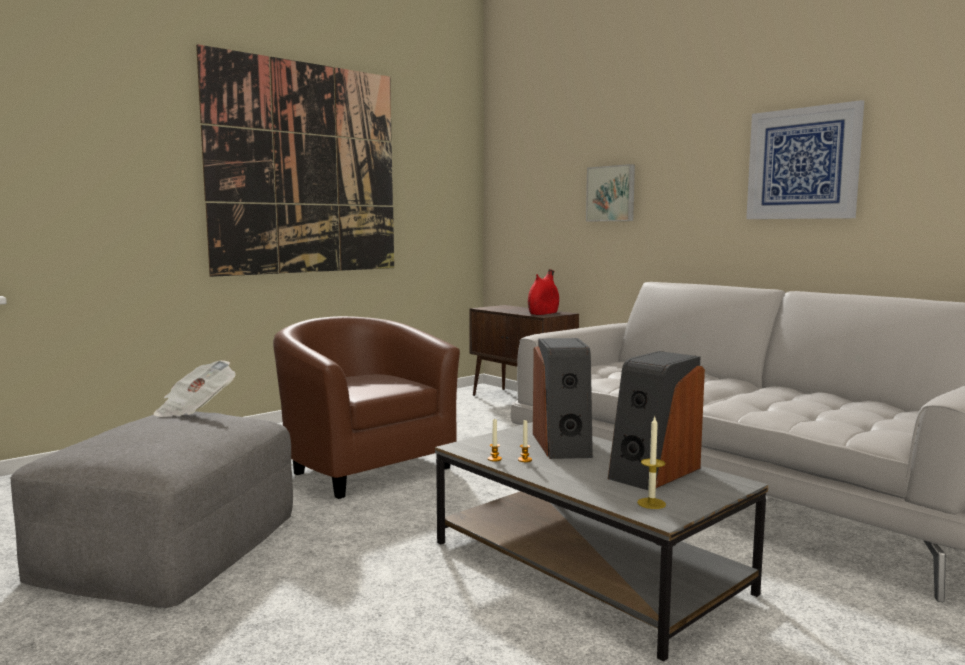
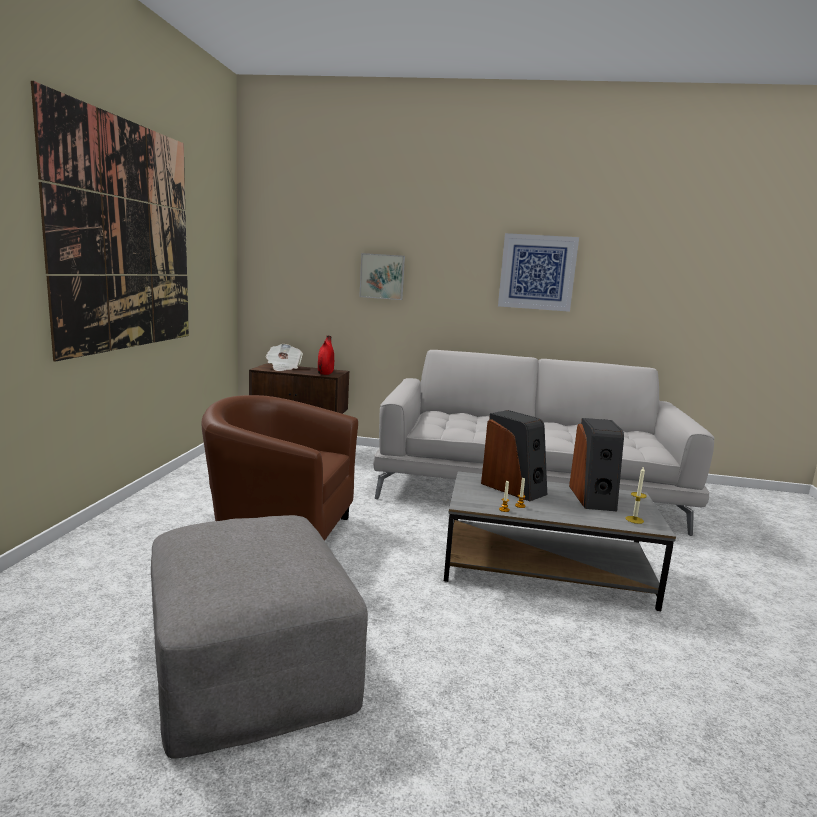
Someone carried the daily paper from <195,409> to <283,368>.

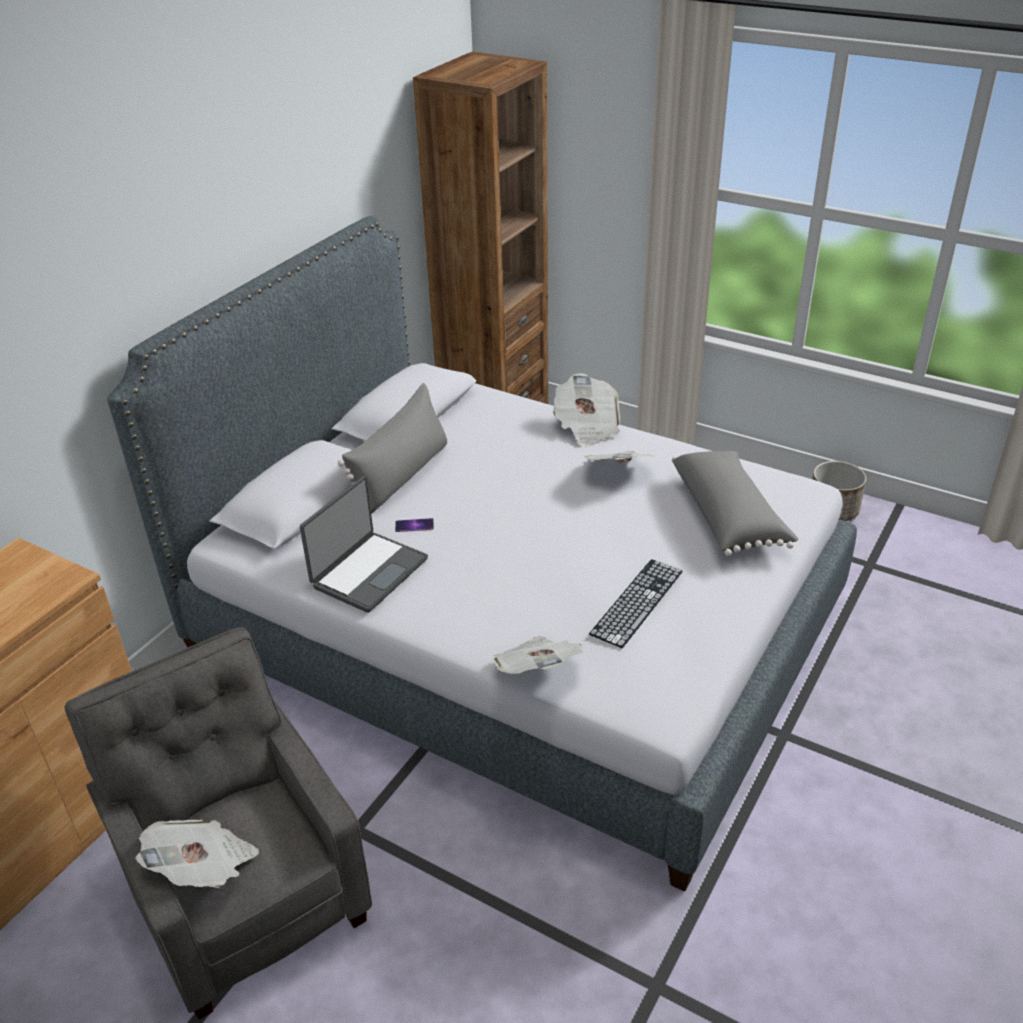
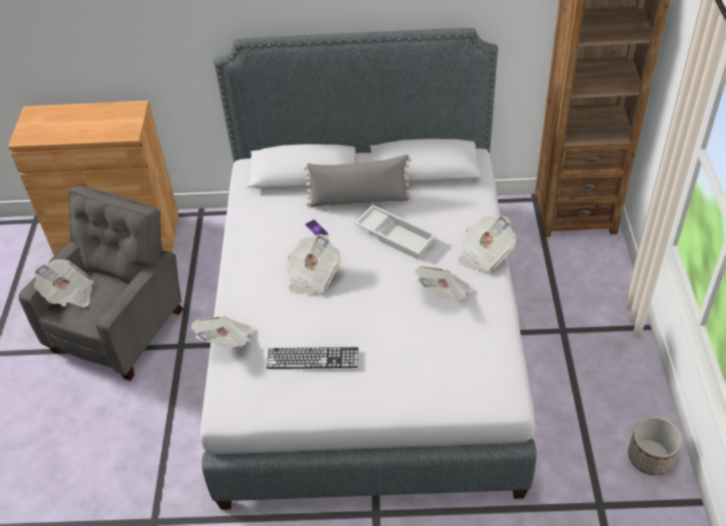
Someone took away the notebook computer at <368,572>.
Someone took away the greyish pillow at <729,516>.
Someone put down the daily paper at <312,276>.
Someone put down the whitish carrying tray at <396,235>.

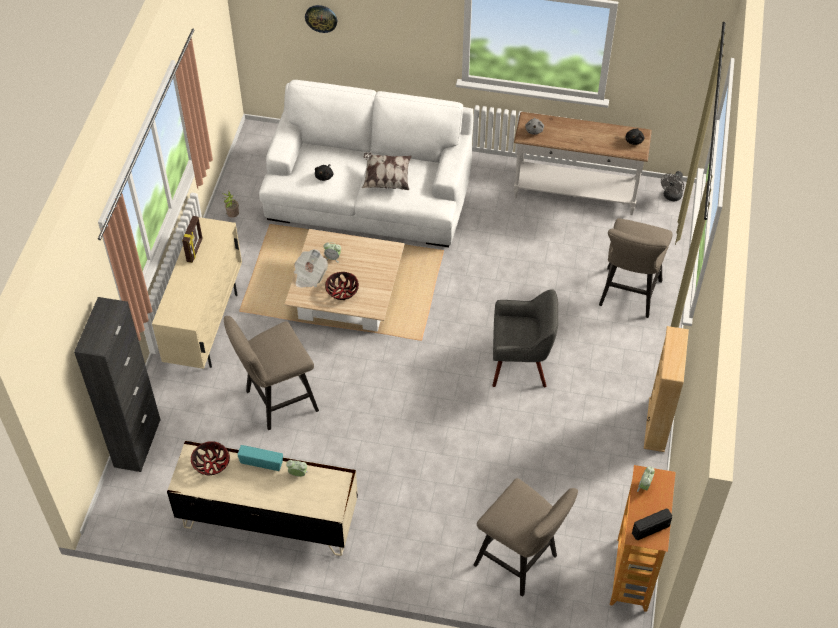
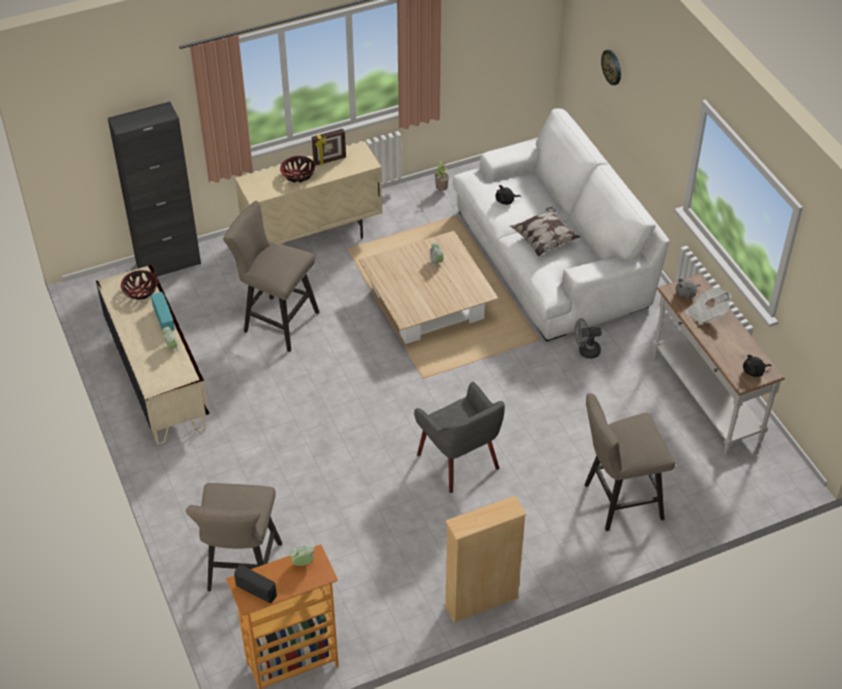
Someone carried the daily paper from <309,275> to <706,313>.
Someone carried the serving bowl from <342,291> to <298,176>.
Someone carried the greyish cooling fan from <671,197> to <585,351>.

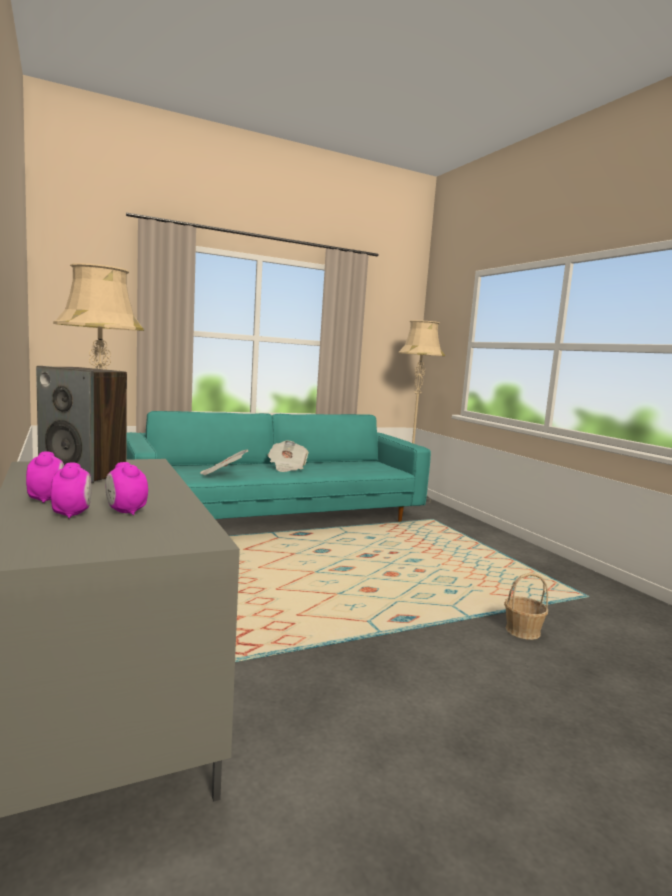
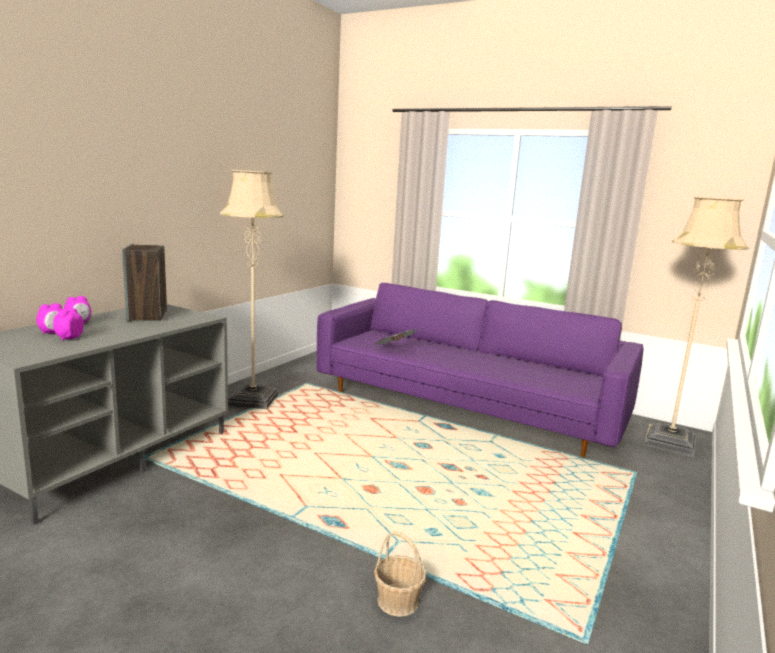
Someone took away the daily paper at <287,467>.
Someone repainted the turquoise-coloured sofa at <277,516>, which became the purplish sofa at <467,406>.

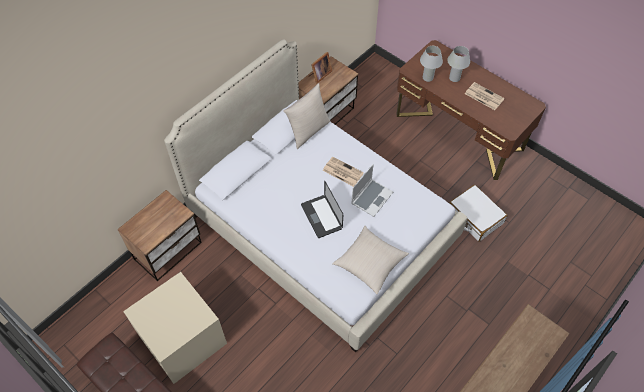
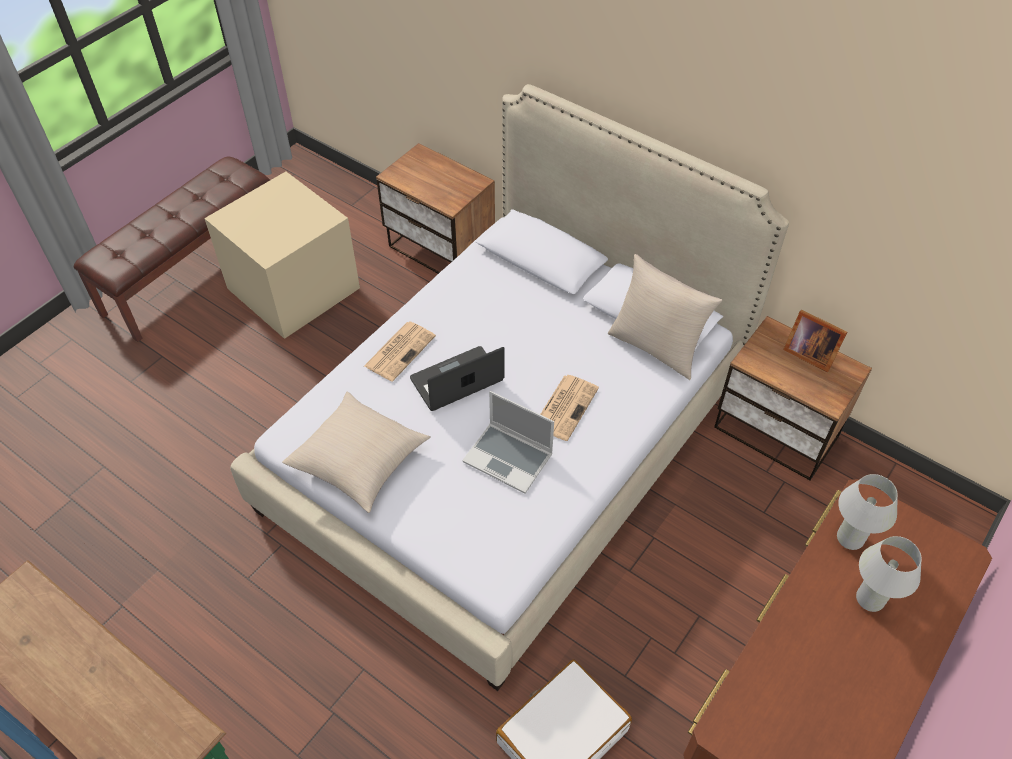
Someone carried the daily paper from <483,96> to <400,350>.

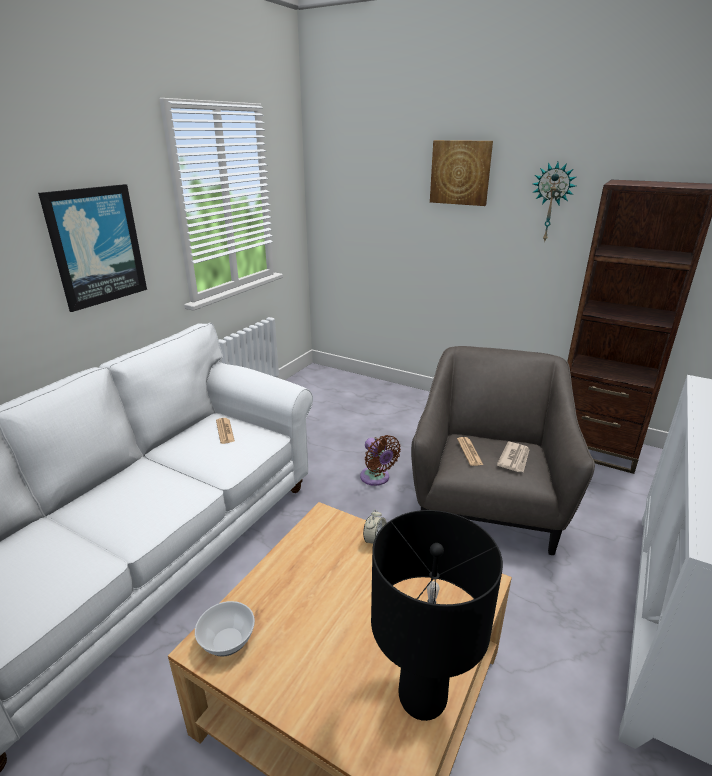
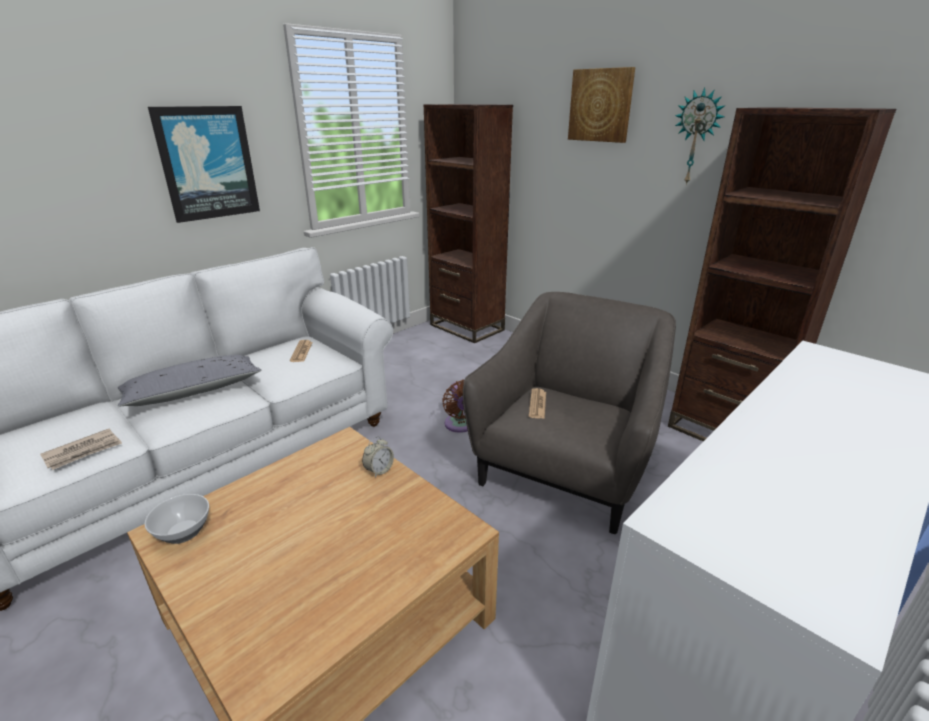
Someone took away the black-coloured table lamp at <423,698>.
Someone put down the greyish pillow at <194,392>.
Someone put down the brownish bookcase at <466,327>.
Someone carried the daily paper from <514,459> to <83,451>.

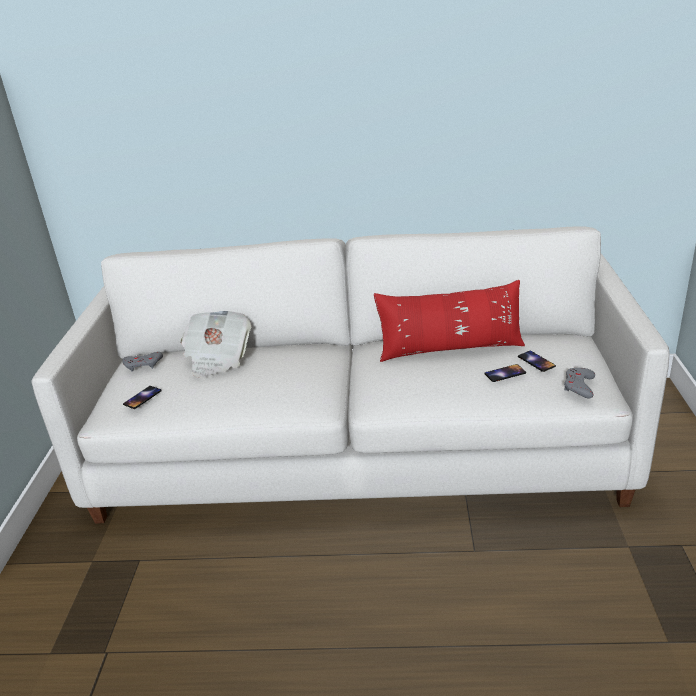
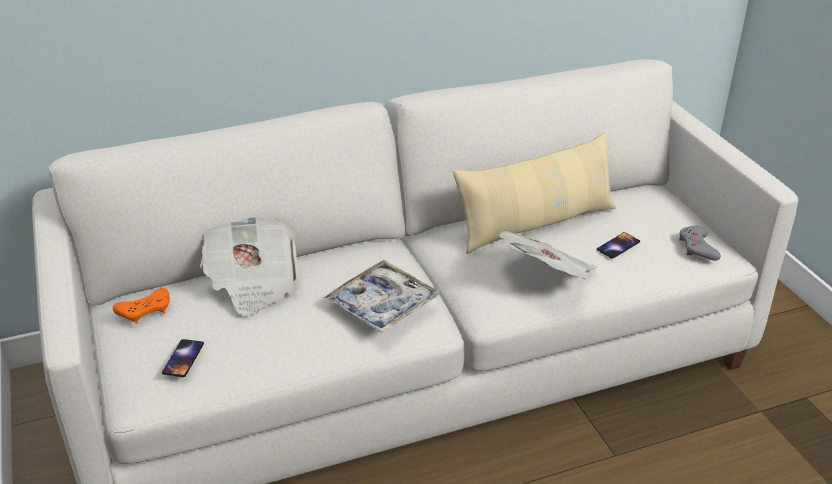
Someone took away the phone at <536,361>.
Someone put down the carrying tray at <382,304>.
Someone put down the daily paper at <549,277>.
Someone repainted the greyish gamepad at <143,364>, which became the orangey gamepad at <145,310>.
Someone repainted the reddish pillow at <450,349>, which became the beige pillow at <536,224>.

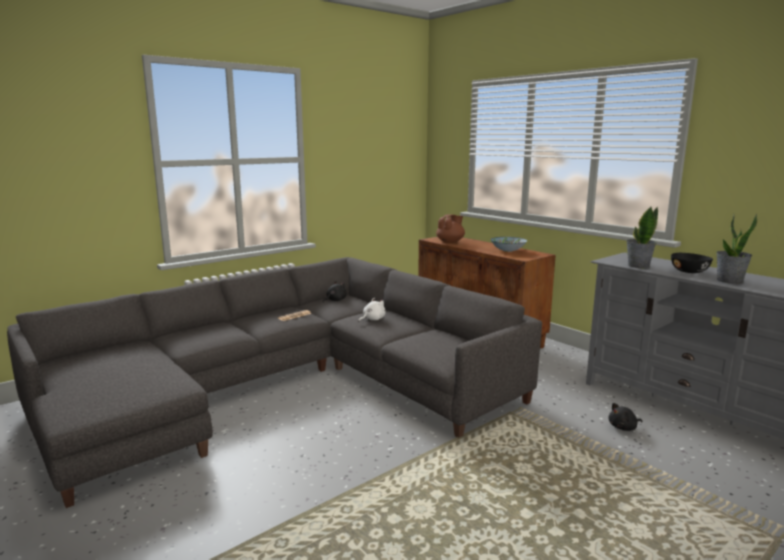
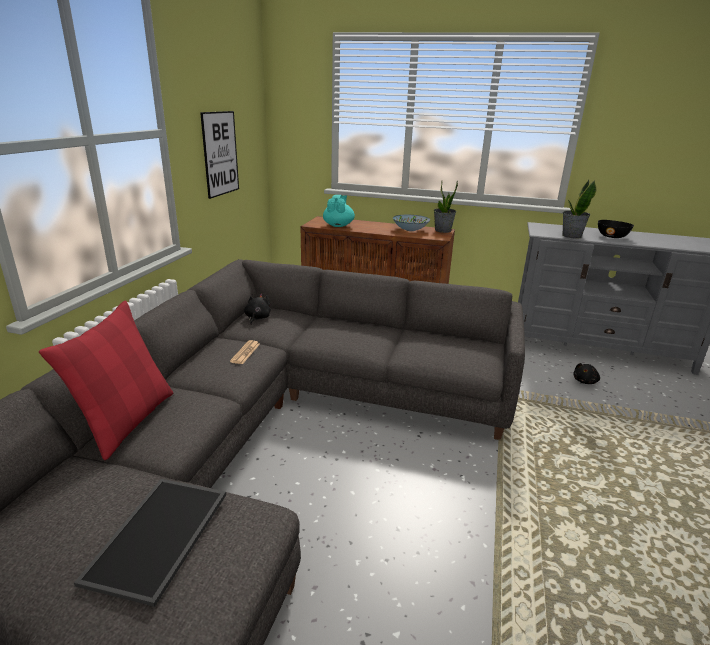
Someone took away the whitish plush toy at <372,319>.
Someone put down the reddish pillow at <127,421>.
Someone put down the carrying tray at <159,537>.
Someone put up the wall picture at <220,154>.
Someone carried the houseplant from <729,281> to <443,230>.
Someone repainted the brownish teapot at <450,242>, which became the turquoise-coloured teapot at <338,225>.

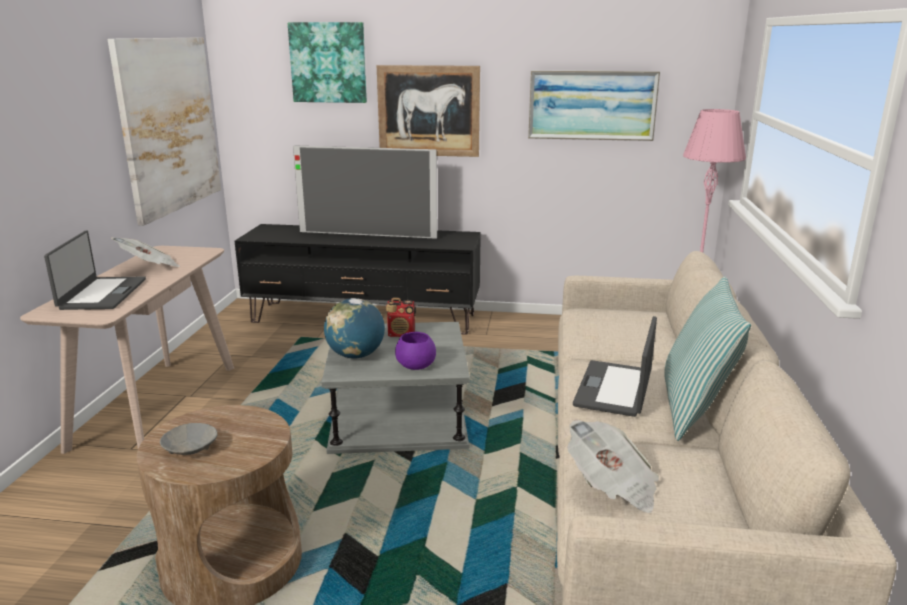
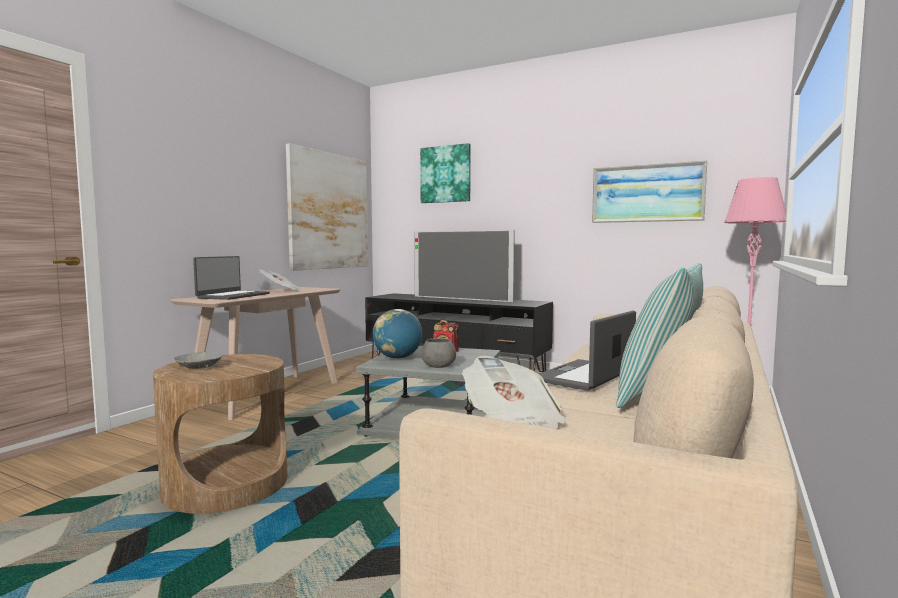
Someone took away the wall picture at <428,111>.
Someone repainted the purplish serving bowl at <416,365>, which became the greyish serving bowl at <438,366>.

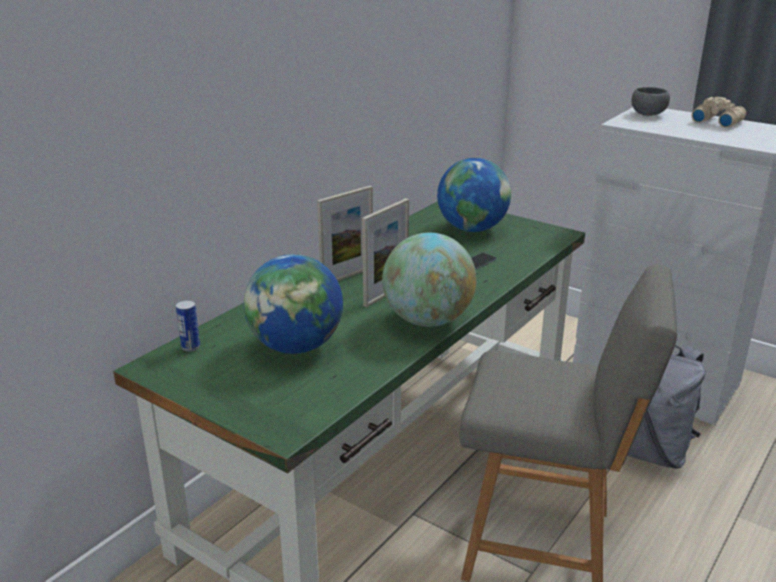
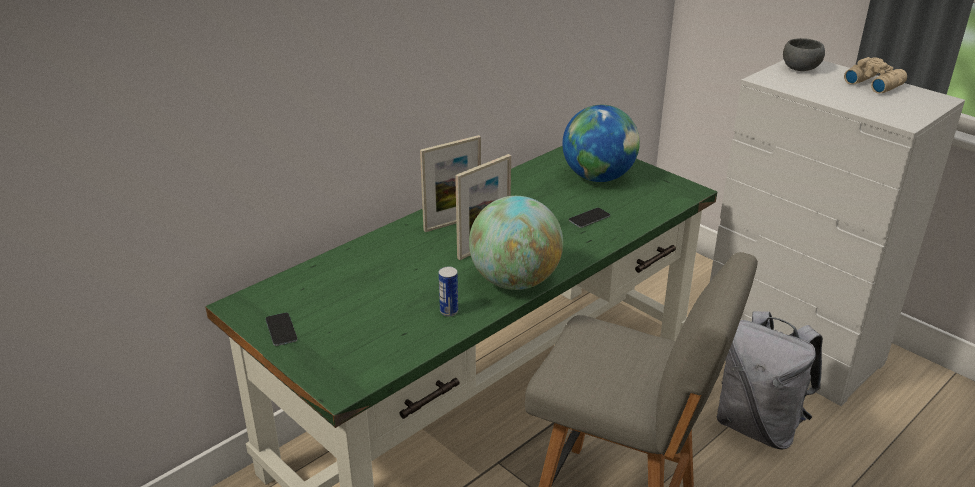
Someone took away the globe at <296,347>.
Someone put down the phone at <281,329>.
Someone carried the sealed can from <190,347> to <449,311>.

